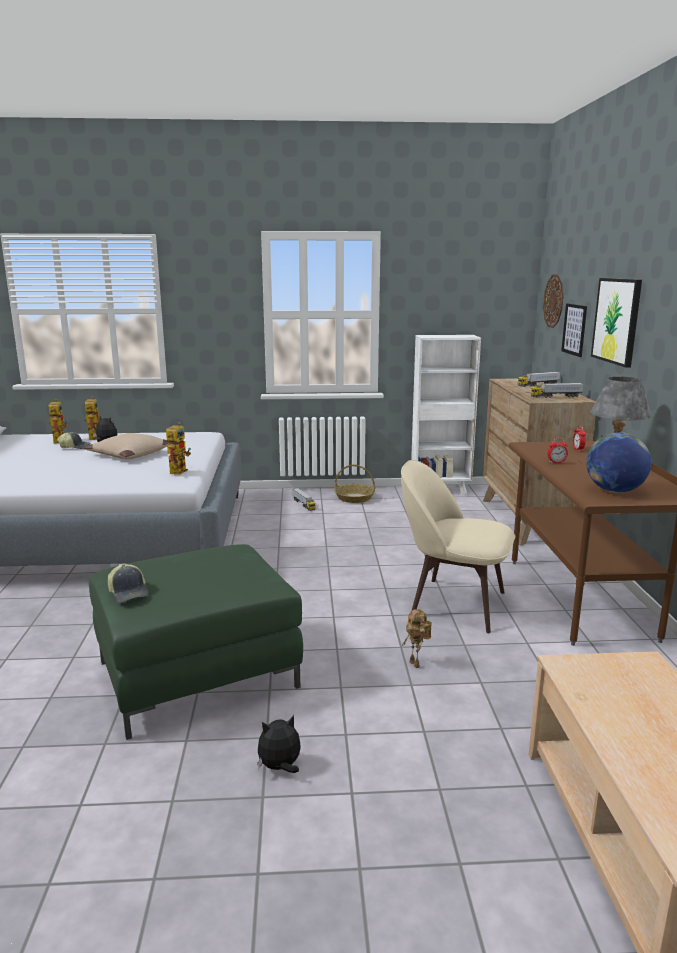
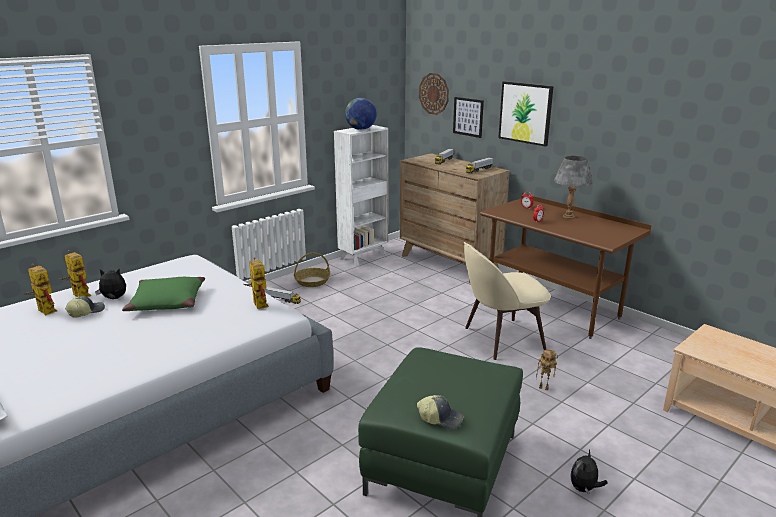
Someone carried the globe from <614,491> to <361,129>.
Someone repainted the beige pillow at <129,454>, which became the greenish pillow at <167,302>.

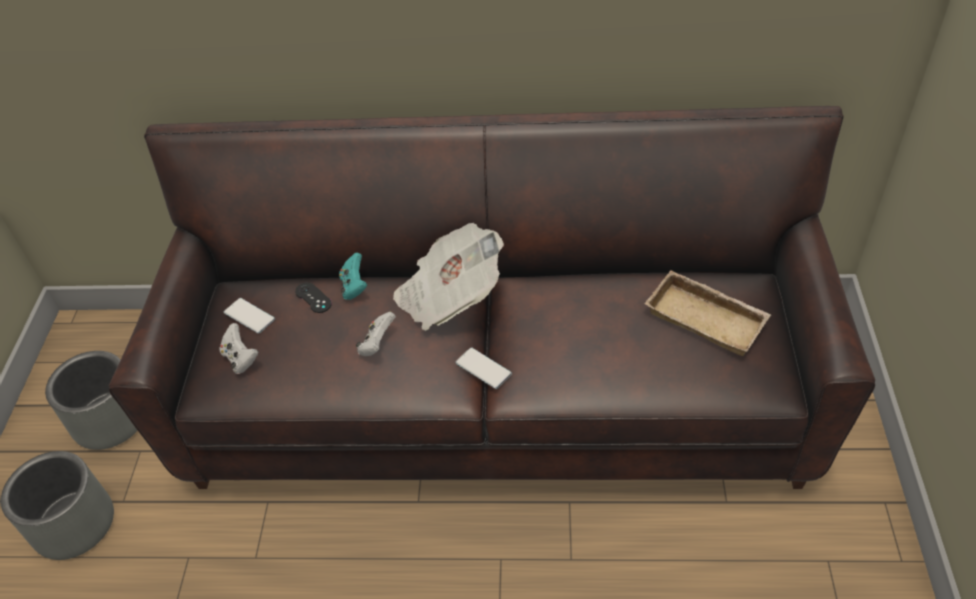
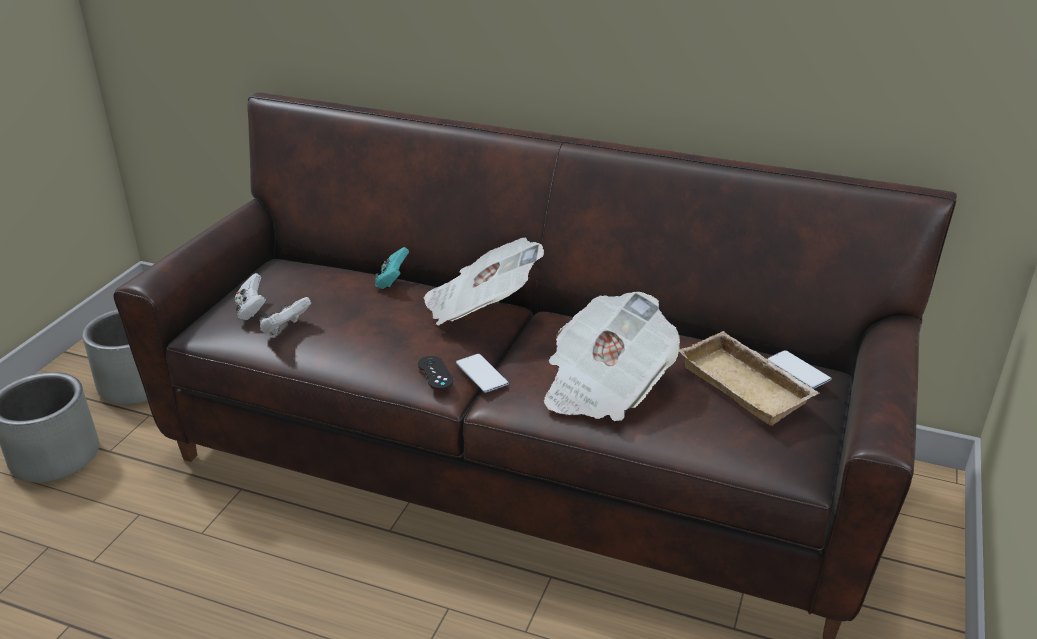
Someone put down the daily paper at <604,386>.
Someone carried the phone from <249,316> to <798,370>.
Someone carried the black-coloured gamepad from <313,298> to <435,373>.
Someone carried the whitish gamepad from <377,344> to <285,329>.

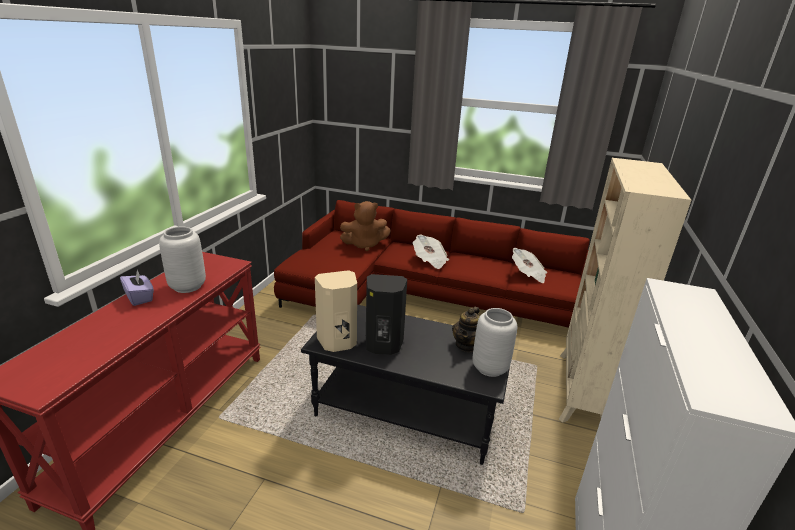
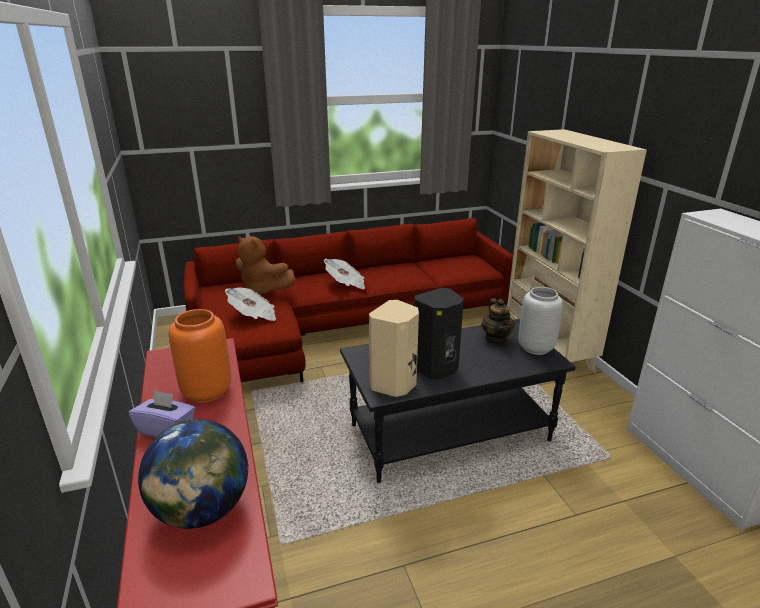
Someone put down the globe at <202,511>.
Someone carried the daily paper from <528,274> to <253,316>.
Someone repainted the greyish decorative vase at <188,287>, which became the orangey decorative vase at <208,392>.
Someone rotated the brownish plush toy at <364,245> by 75 degrees clockwise.

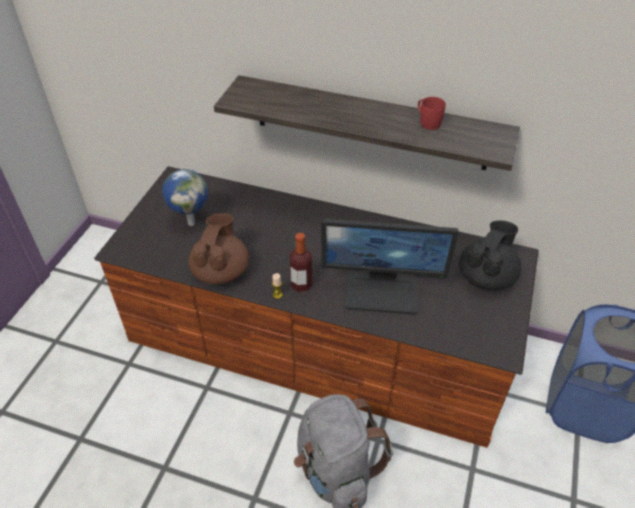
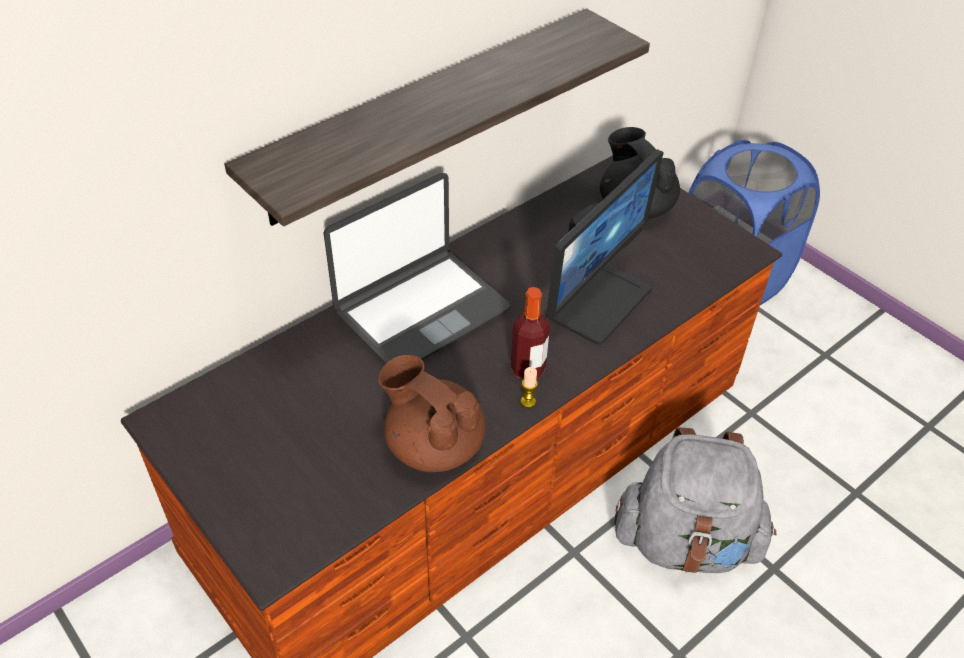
Someone took away the globe at <191,222>.
Someone took away the reddish tea mug at <427,122>.
Someone put down the notebook computer at <421,310>.

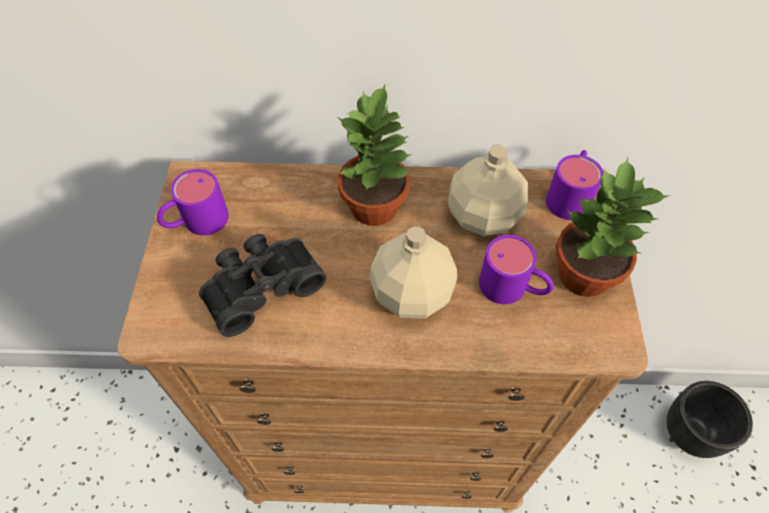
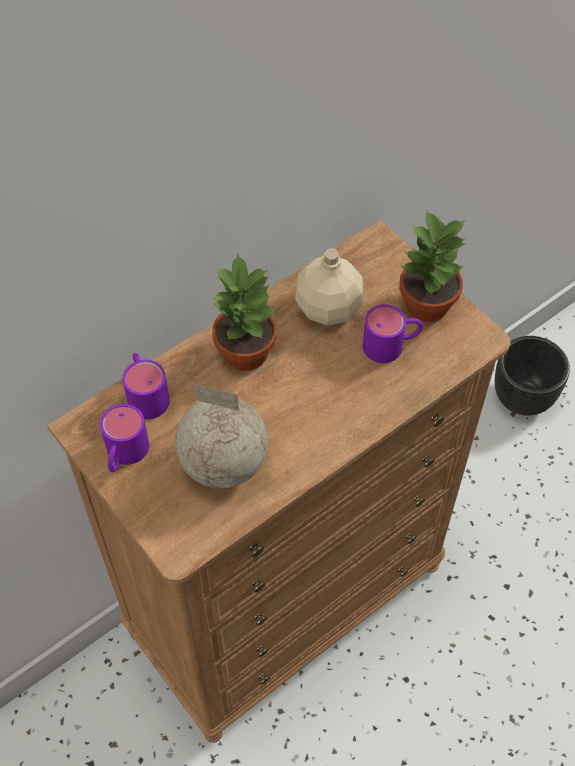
Someone took away the beige beverage bottle at <410,293>.
Someone carried the purplish tea mug from <569,195> to <146,393>.
Someone swapped the black-coloured binoculars at <260,286> for the globe at <223,463>.

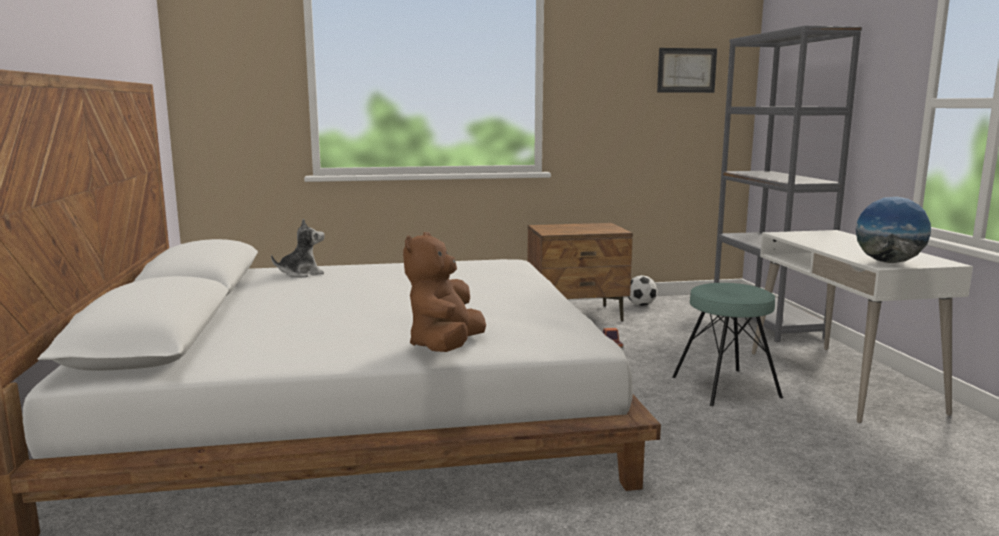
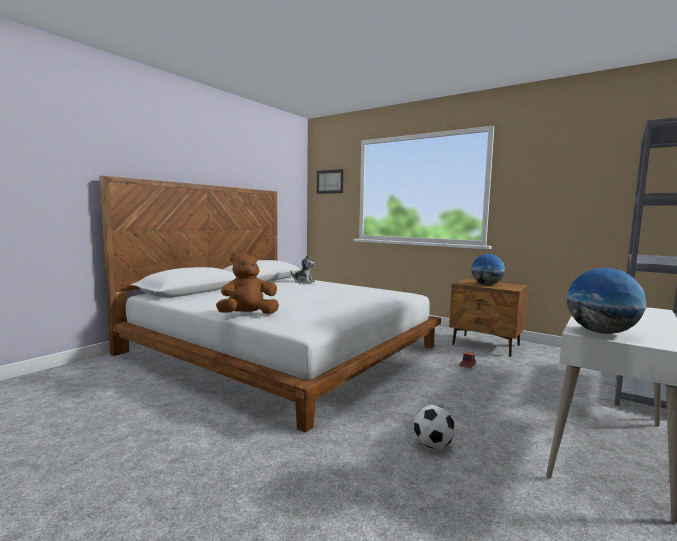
Someone took away the turquoise-coloured sitting stool at <725,387>.
Someone put down the globe at <486,285>.
Someone carried the football from <641,305> to <433,445>.
Someone carried the wall picture from <686,70> to <330,181>.

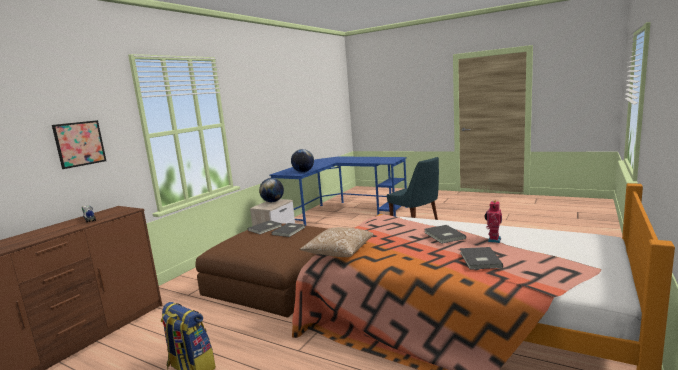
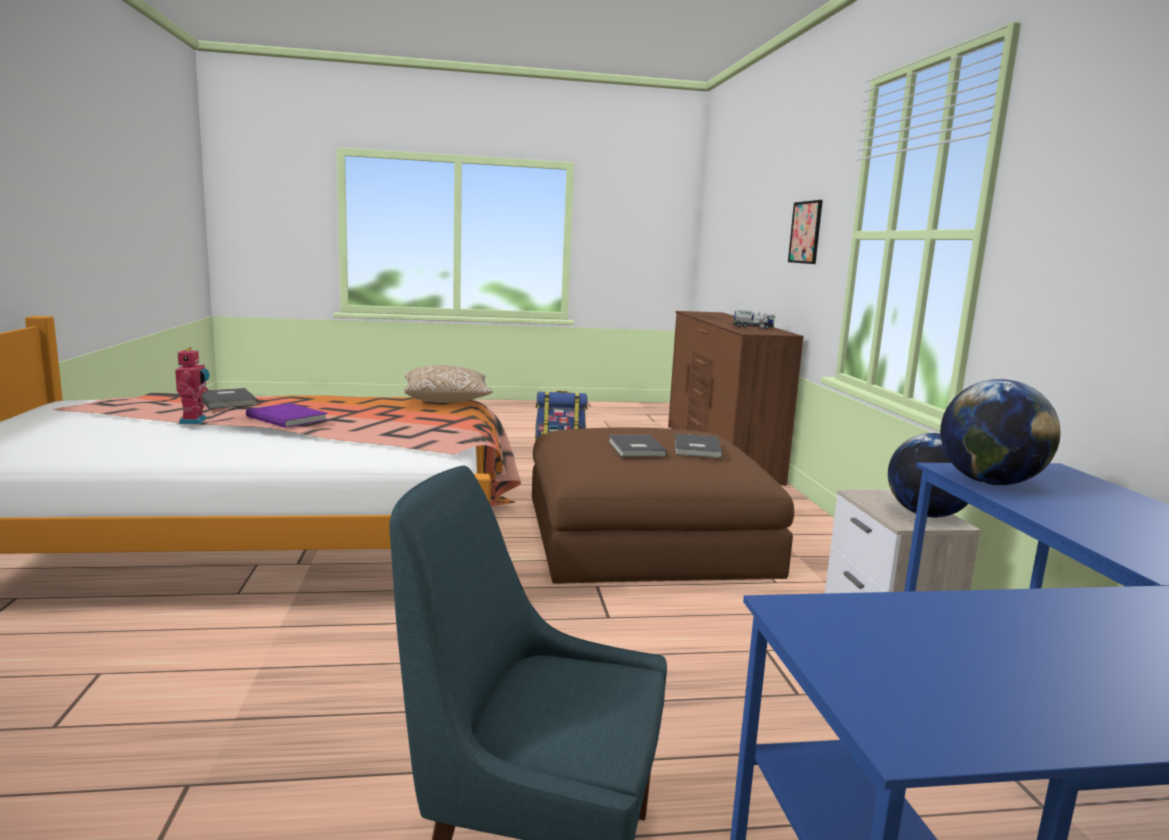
Someone repainted the greyish bound book at <443,235>, which became the purplish bound book at <288,417>.

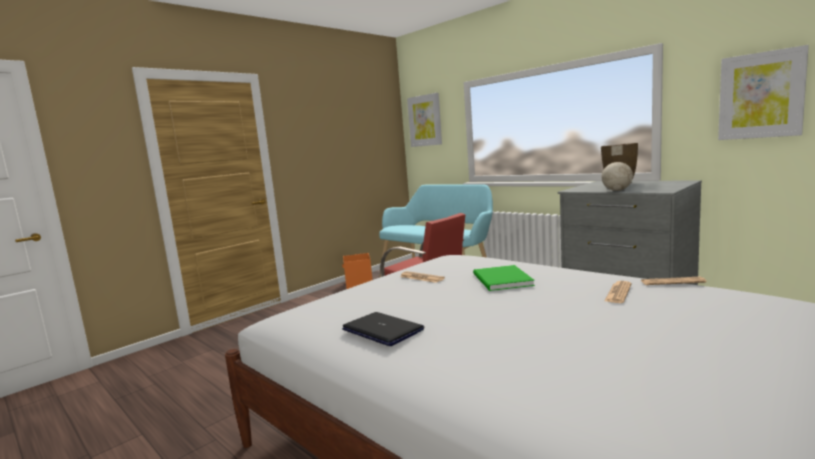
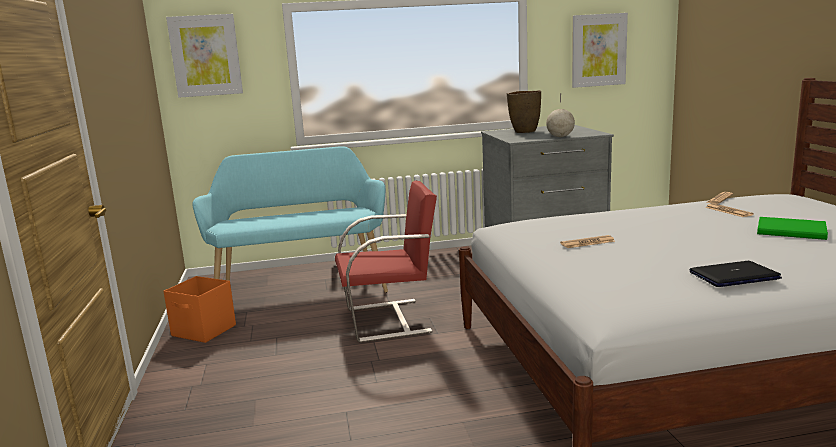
Someone carried the greenish bound book from <501,280> to <793,231>.

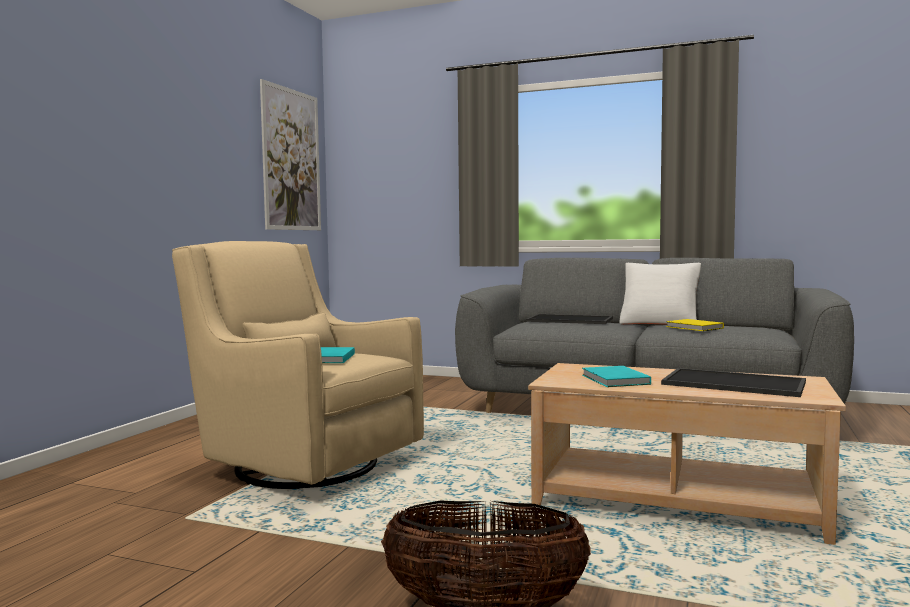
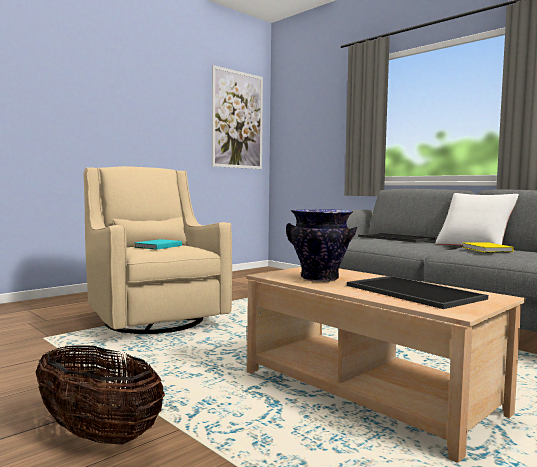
Someone swapped the turquoise-coloured bound book at <615,380> for the decorative vase at <319,279>.

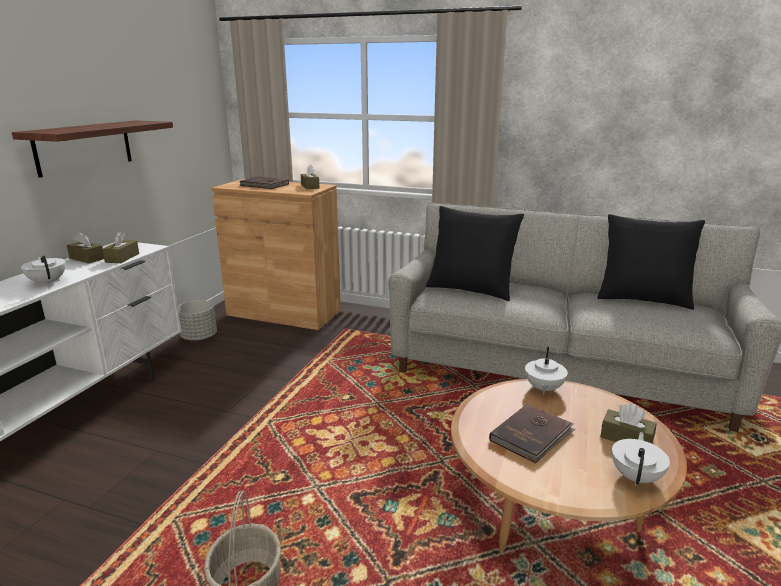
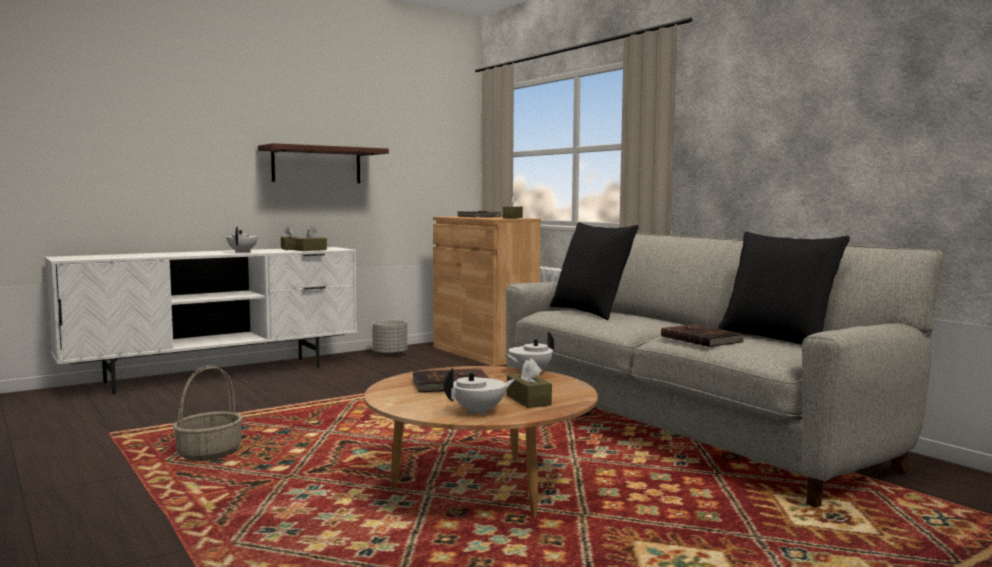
Someone put down the brownish bound book at <701,339>.

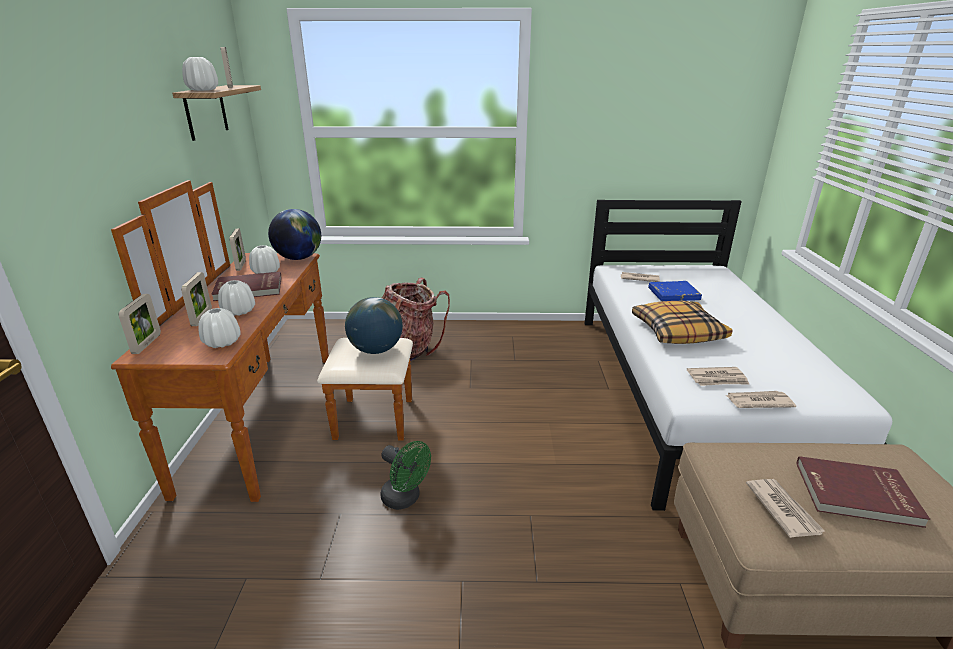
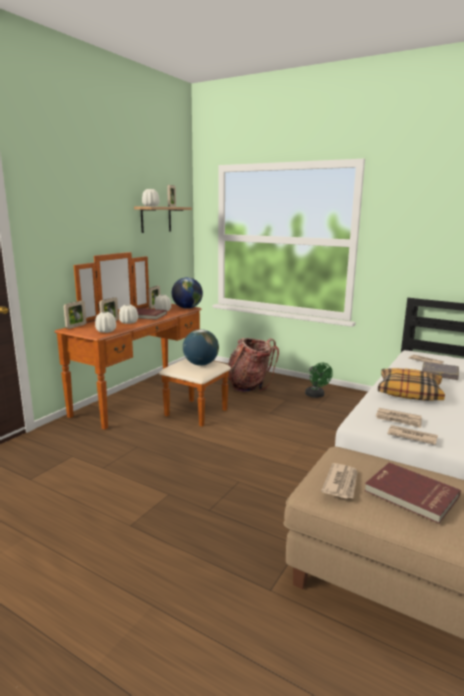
Someone carried the greenish cooling fan from <405,499> to <316,395>.
Someone repainted the blue bound book at <673,294>, which became the greyish bound book at <439,373>.

